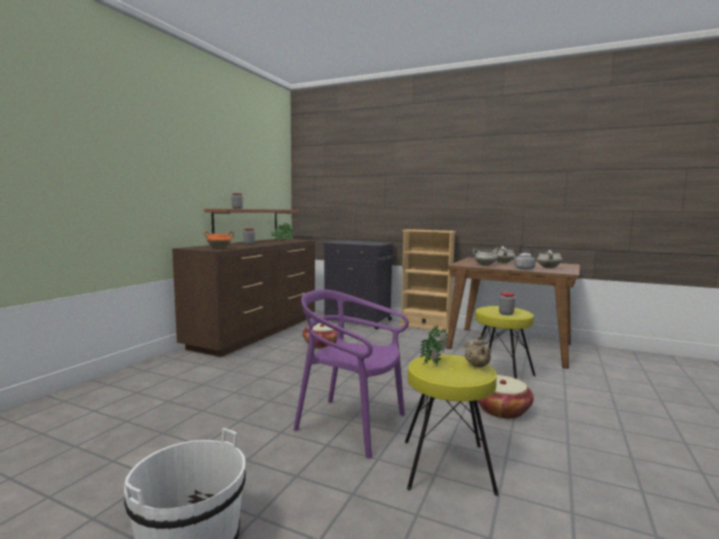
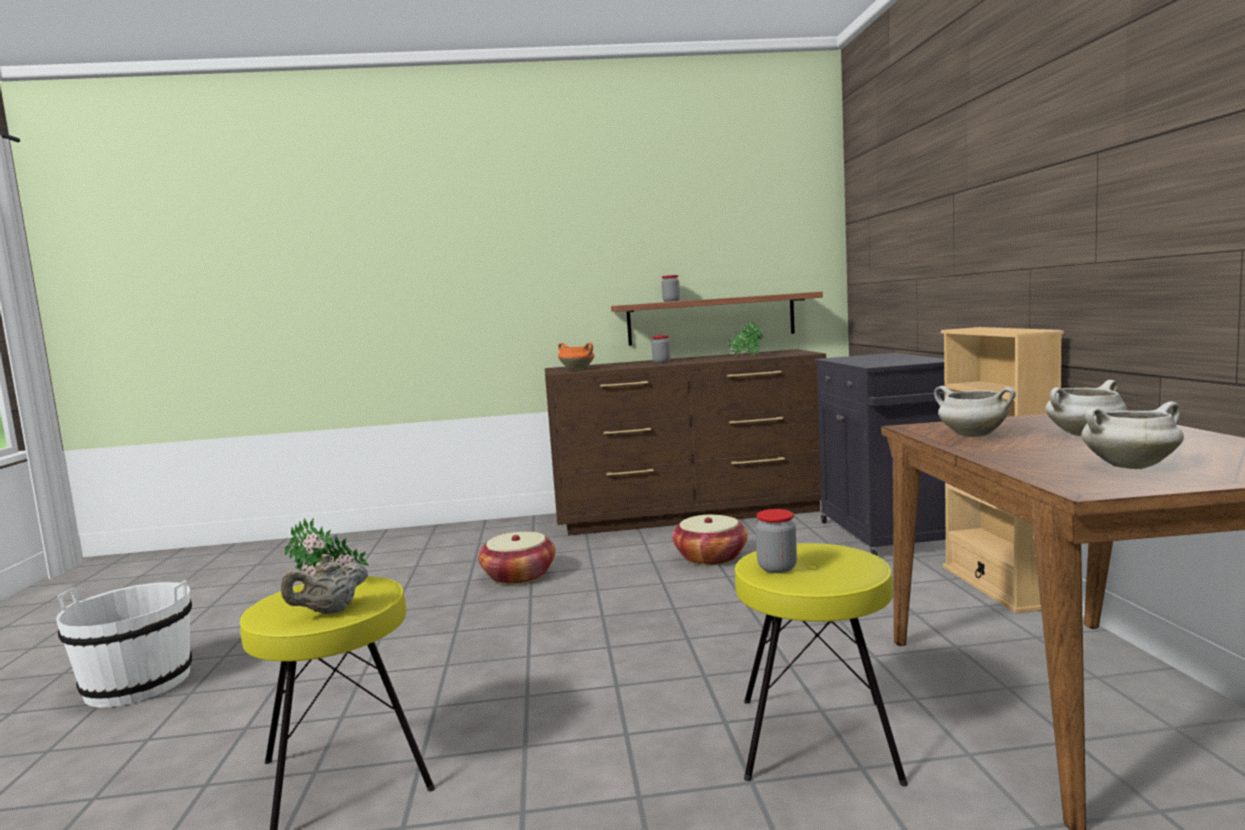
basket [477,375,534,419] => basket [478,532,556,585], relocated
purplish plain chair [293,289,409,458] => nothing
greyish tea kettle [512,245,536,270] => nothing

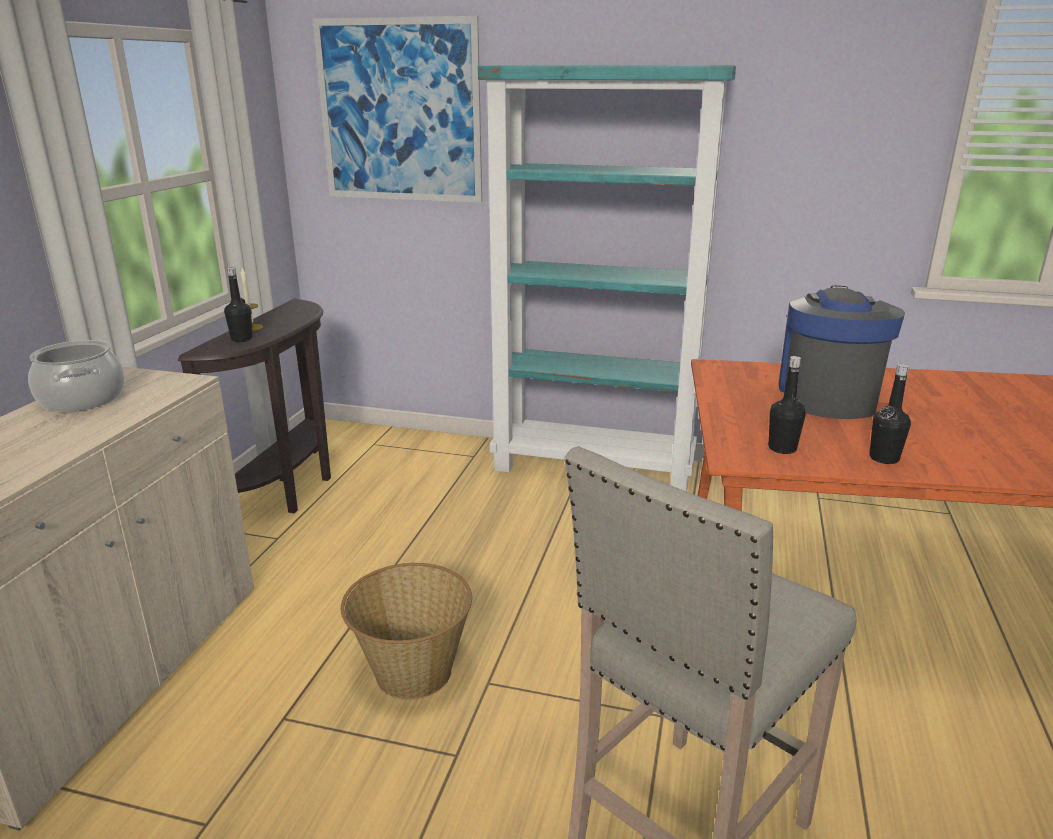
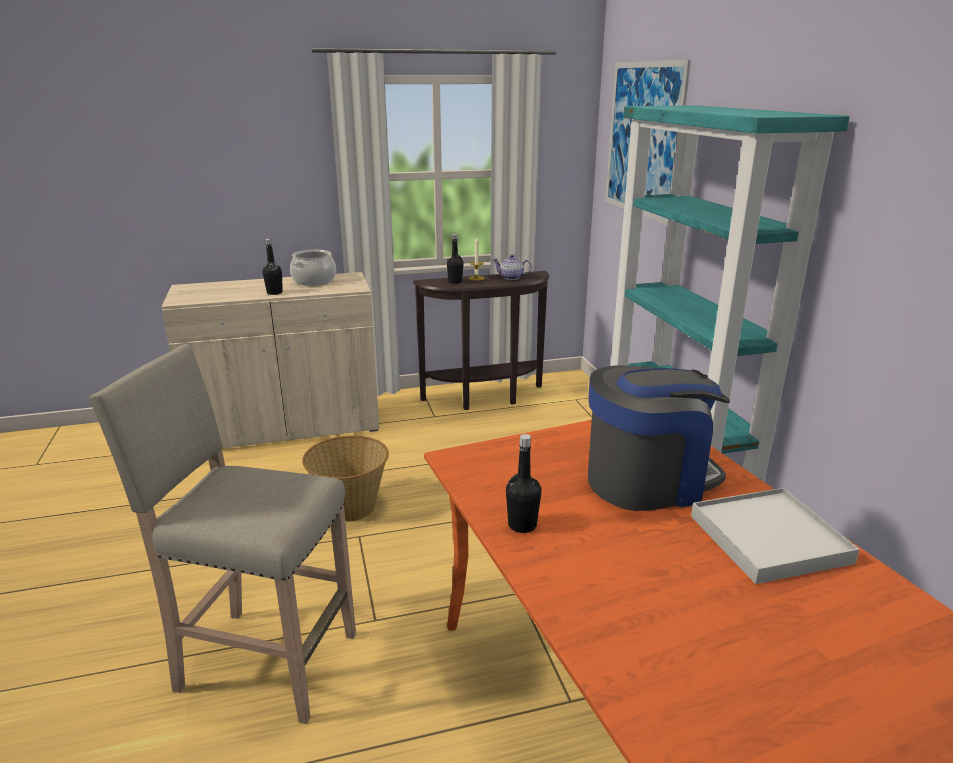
black bottle [768,356,805,454] => black bottle [262,239,283,295], relocated
nothing => pot for tea [492,254,532,280]
nothing => white tray [691,488,860,584]

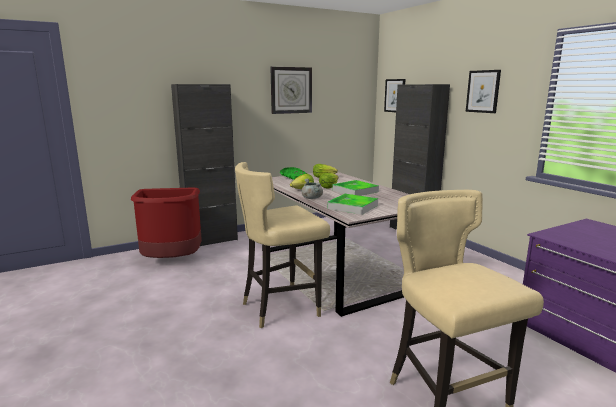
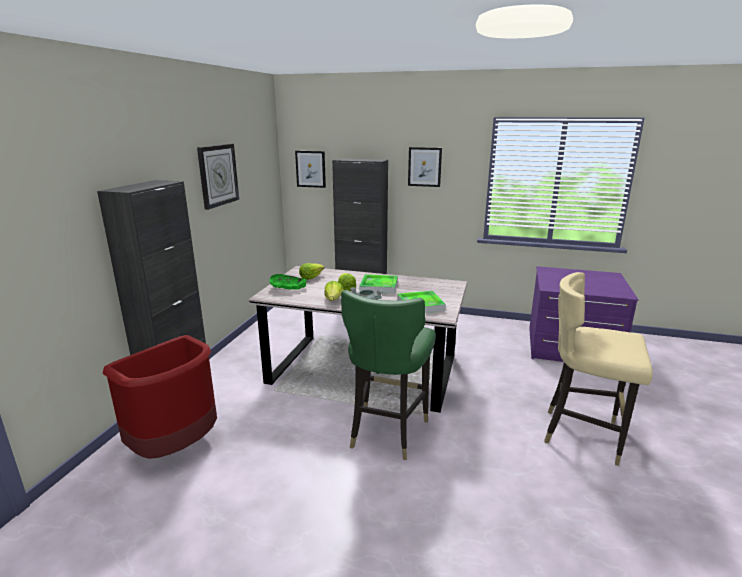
beige-coloured plain chair [235,162,330,329] => green plain chair [341,290,436,460]

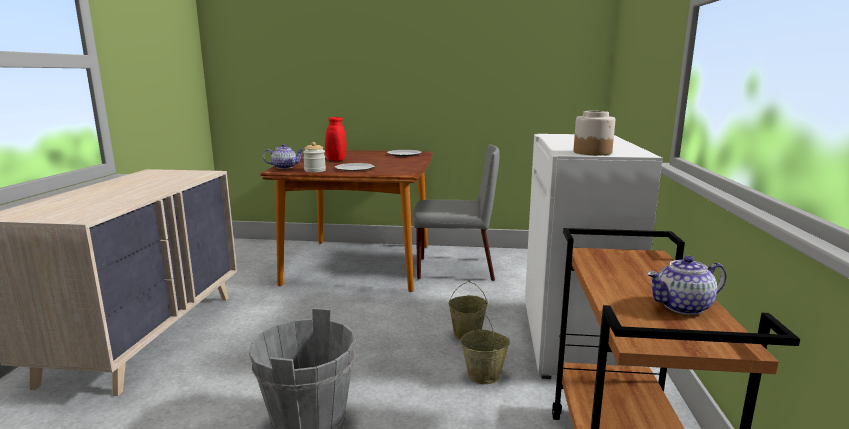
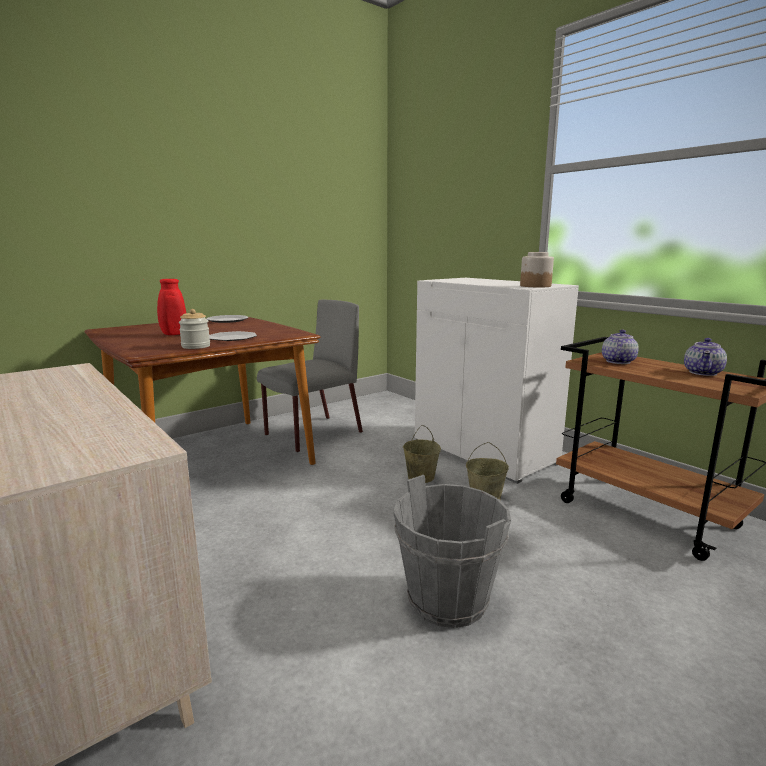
pot for tea [263,144,304,169] => pot for tea [602,330,639,364], relocated

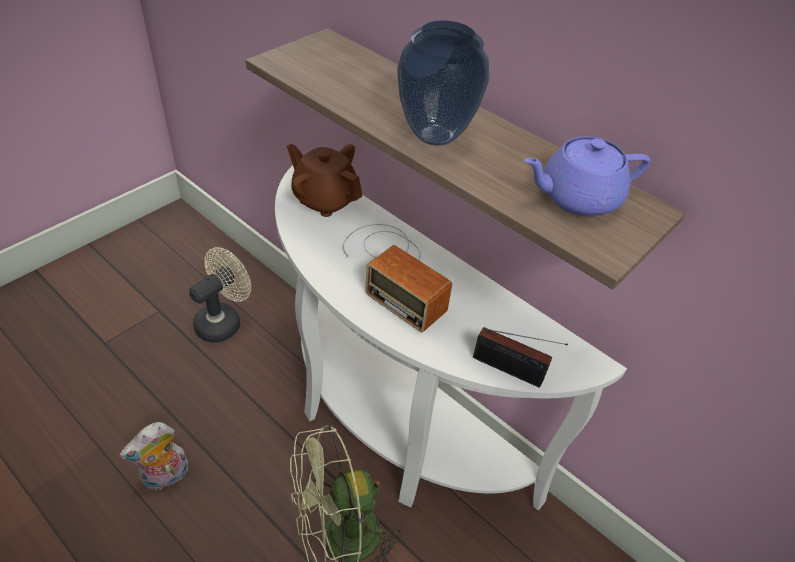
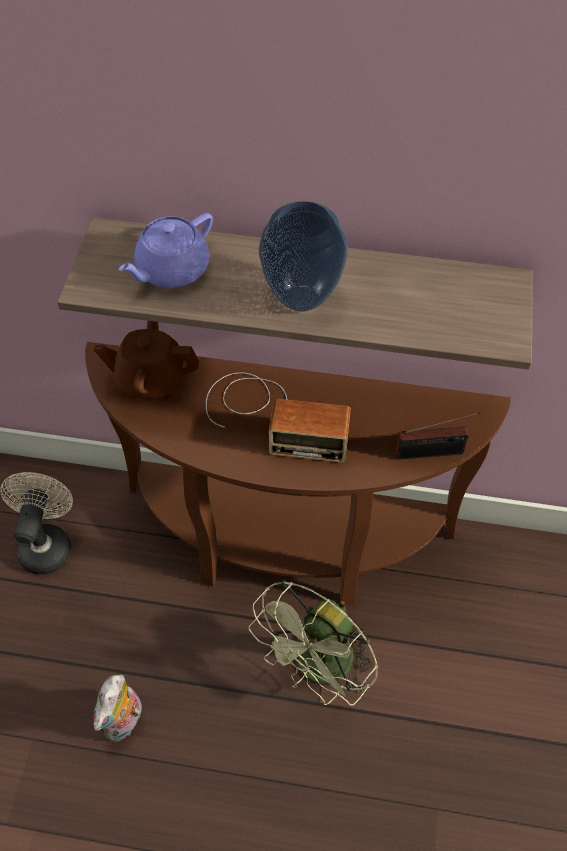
white console table [275,165,627,510] => brownish console table [85,342,511,605]
purplish pot for tea [524,136,651,216] => purplish pot for tea [119,213,213,288], relocated

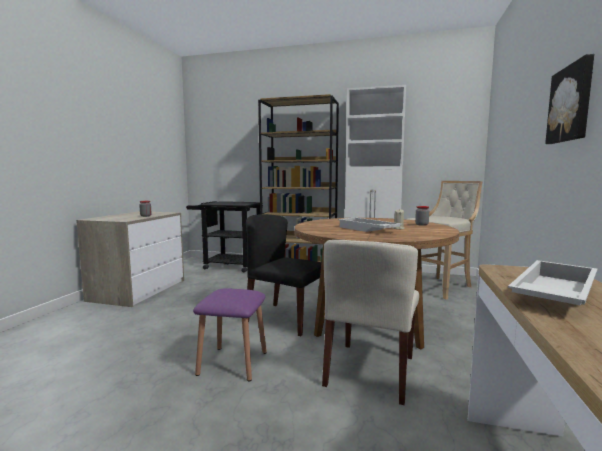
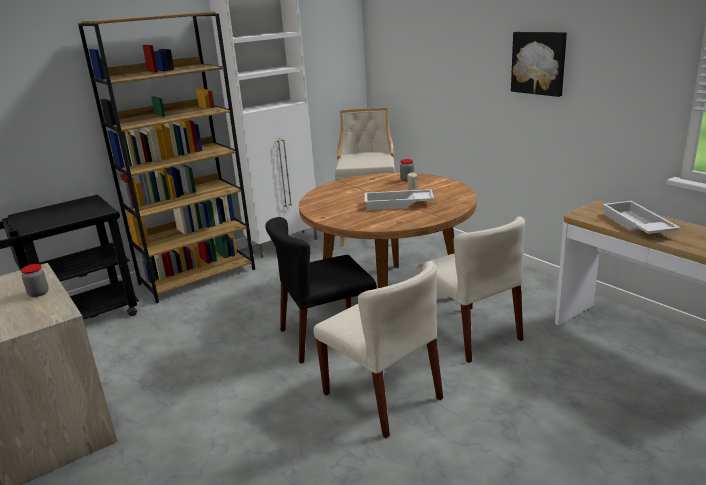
purplish stool seat [193,289,267,382] => beige-coloured plain chair [313,261,443,438]

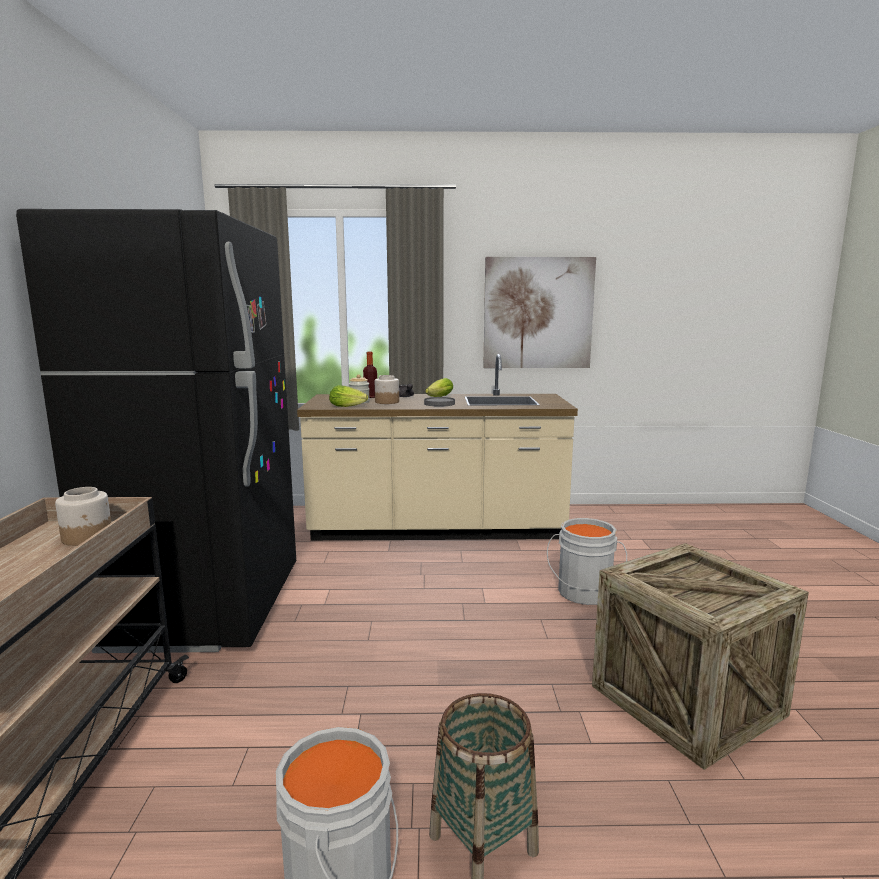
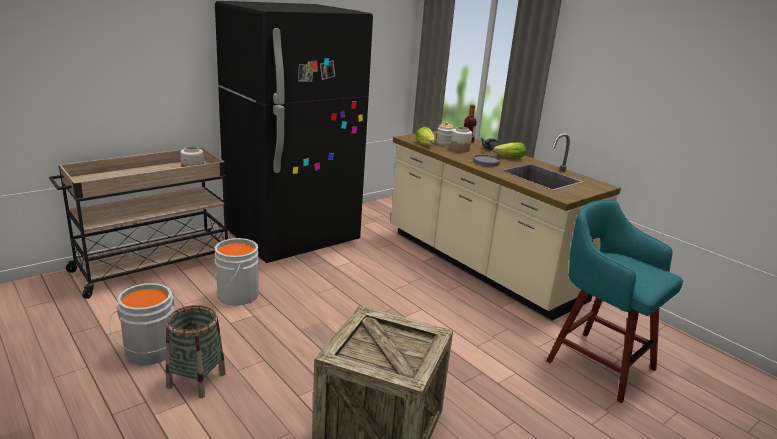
greyish bucket [547,518,627,605] => greyish bucket [214,238,259,306], relocated
nothing => turquoise-coloured stool seat [546,200,683,403]
wall picture [483,257,596,368] => nothing

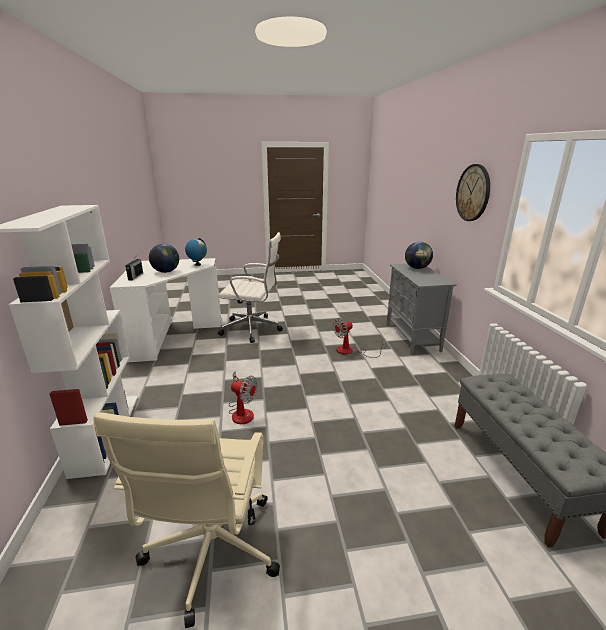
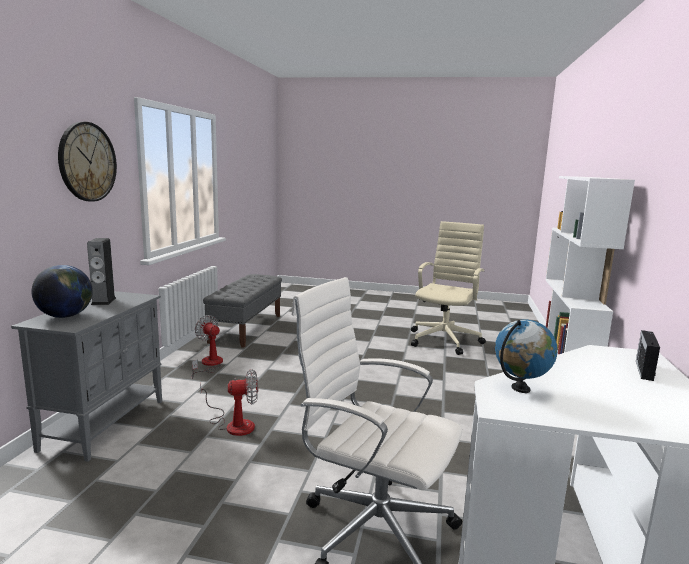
nothing => loudspeaker [87,238,116,305]
electric fan [229,371,257,424] => electric fan [191,315,223,379], relocated
globe [149,244,179,273] => nothing

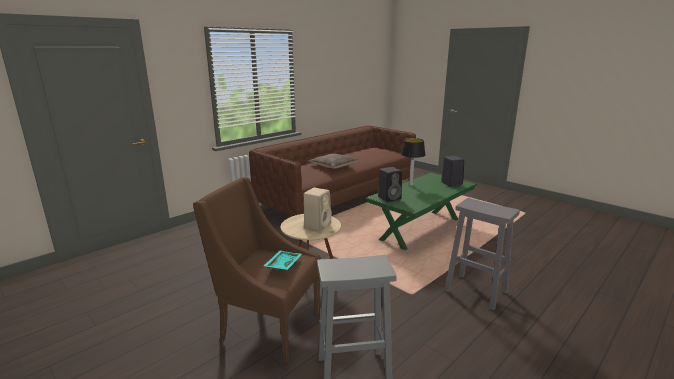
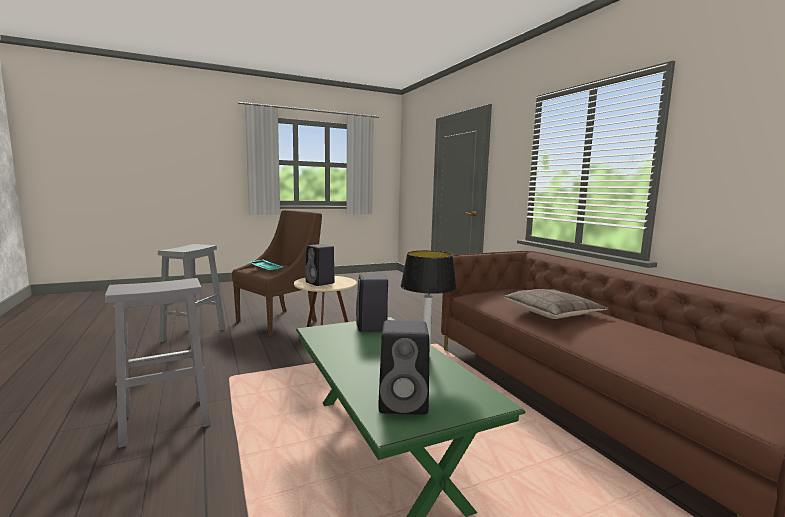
beige-coloured loudspeaker [304,188,332,231] => black loudspeaker [305,244,335,286]

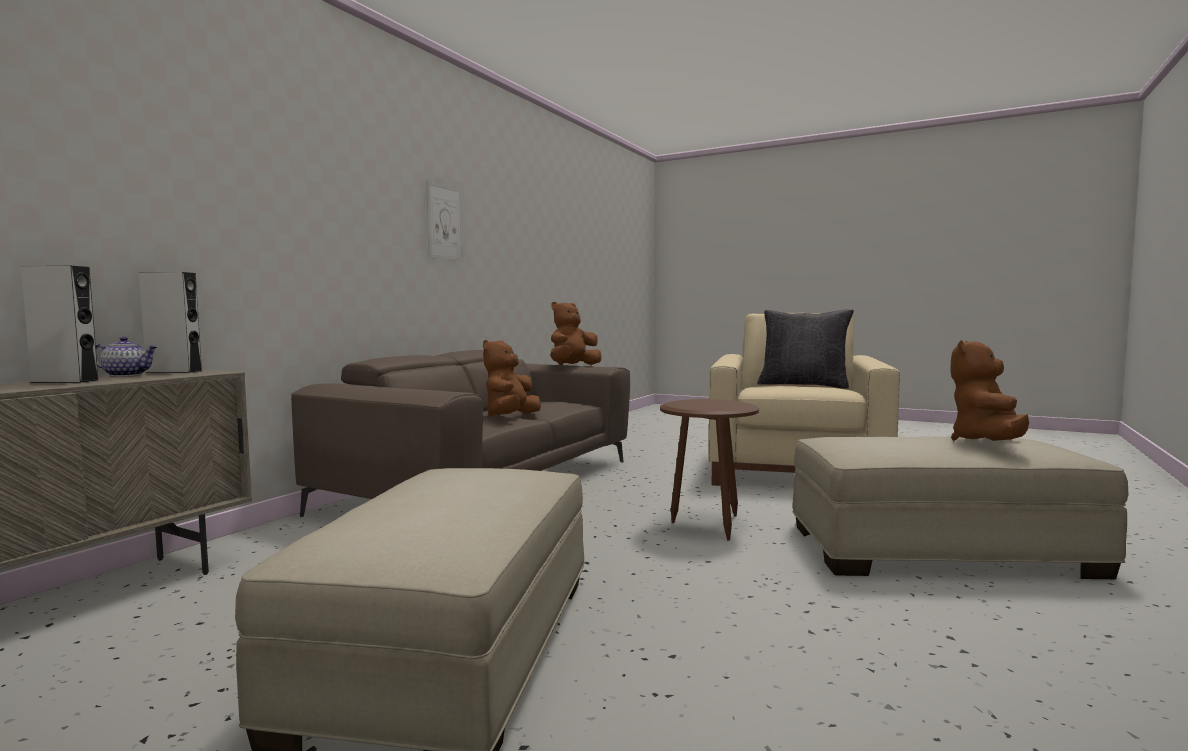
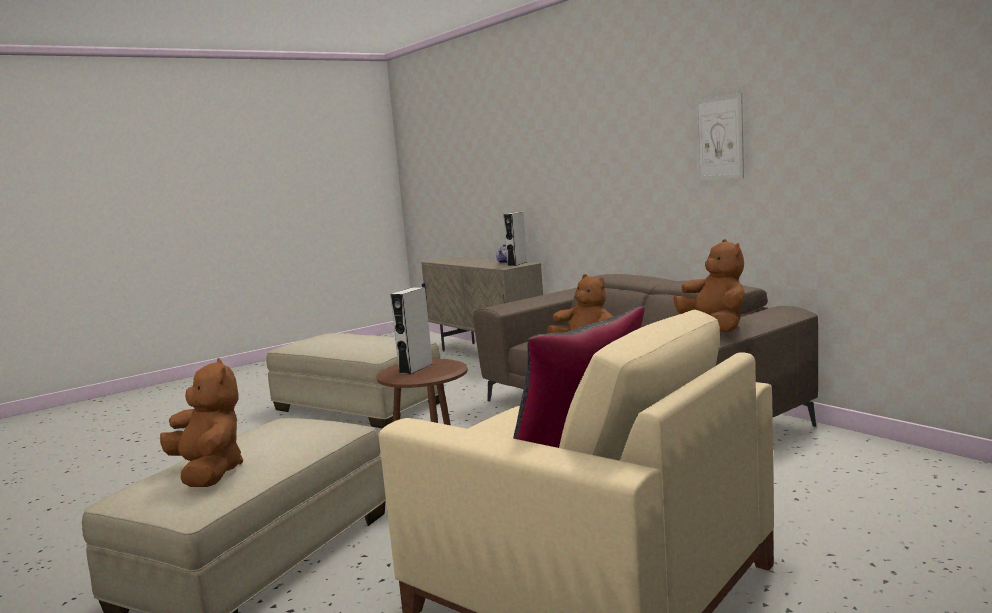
greyish loudspeaker [21,266,98,383] => greyish loudspeaker [390,287,433,374], relocated

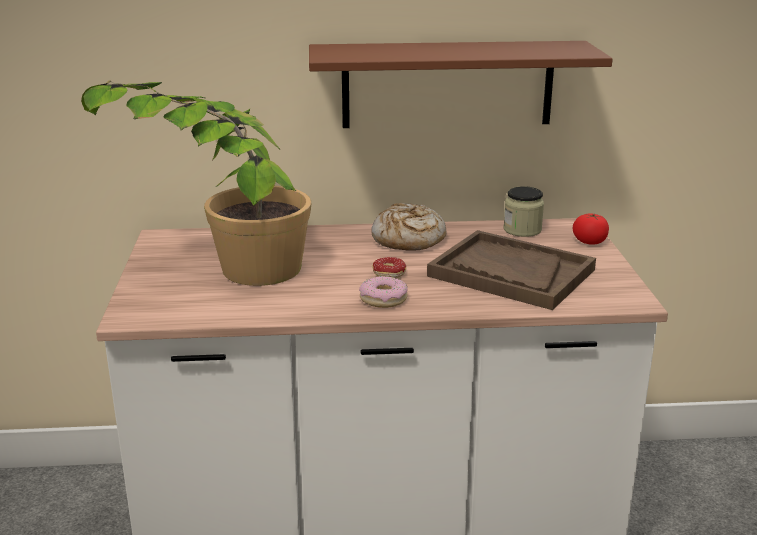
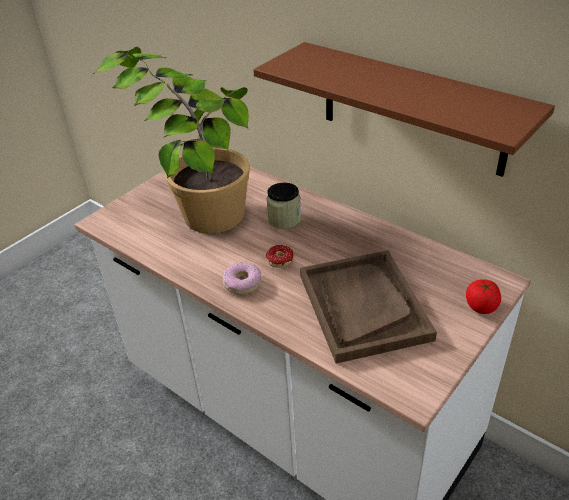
jar [504,186,544,237] => jar [267,183,301,229], relocated
baked bread [371,203,447,251] => nothing

